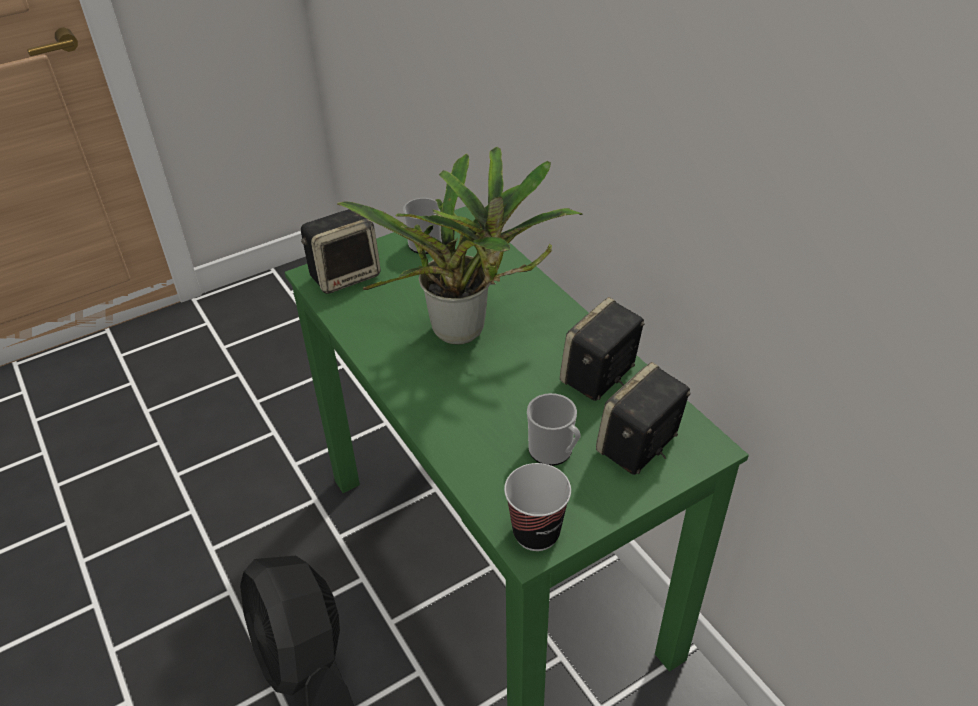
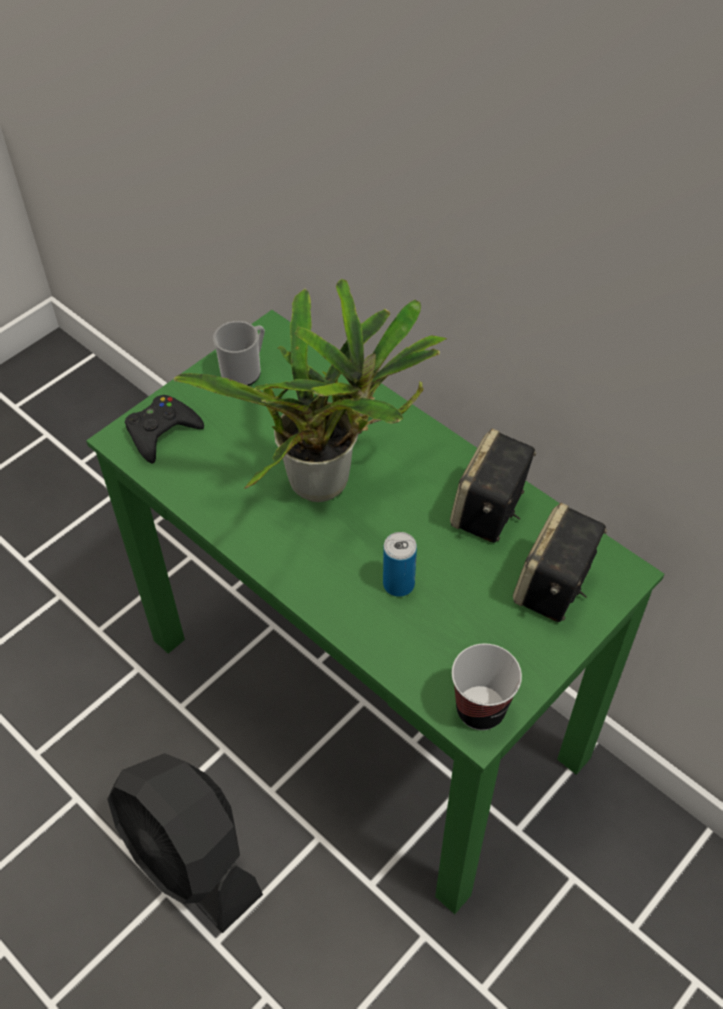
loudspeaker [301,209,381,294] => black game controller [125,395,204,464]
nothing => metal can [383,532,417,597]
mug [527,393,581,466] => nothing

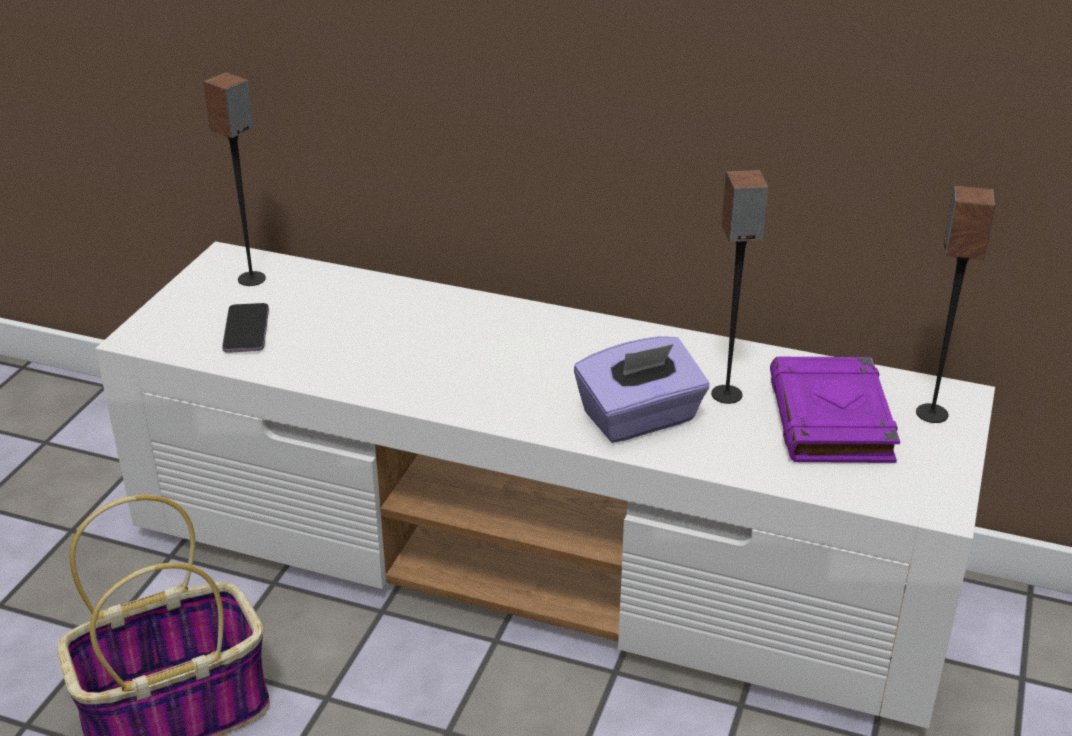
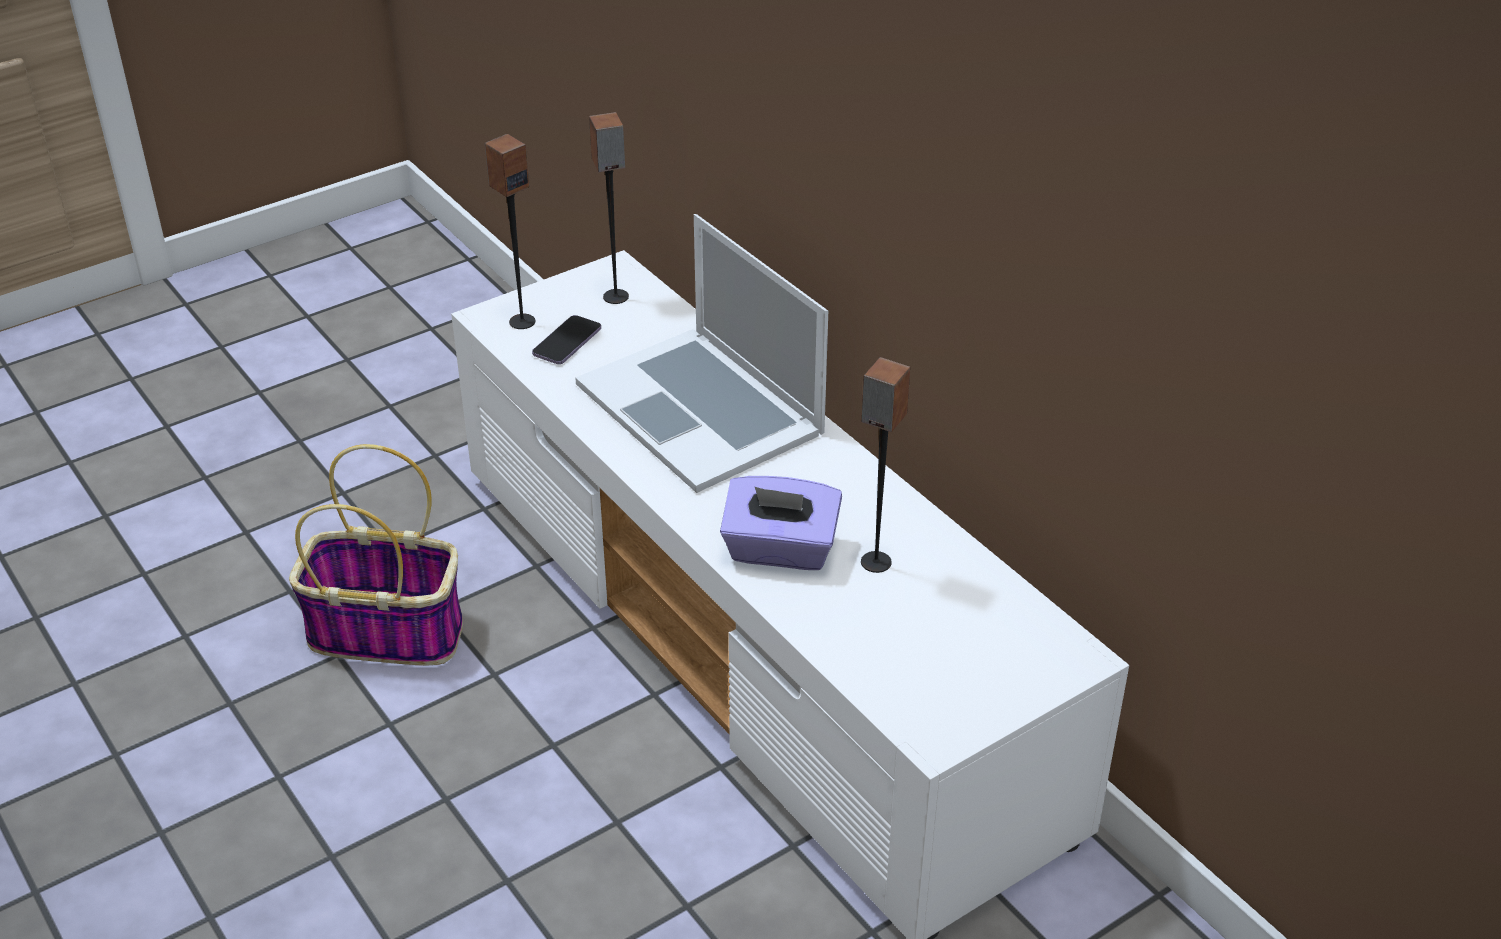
loudspeaker [916,186,995,423] => loudspeaker [485,134,535,329], relocated
nothing => notebook computer [576,214,828,493]
purplish bound book [770,357,900,463] => nothing

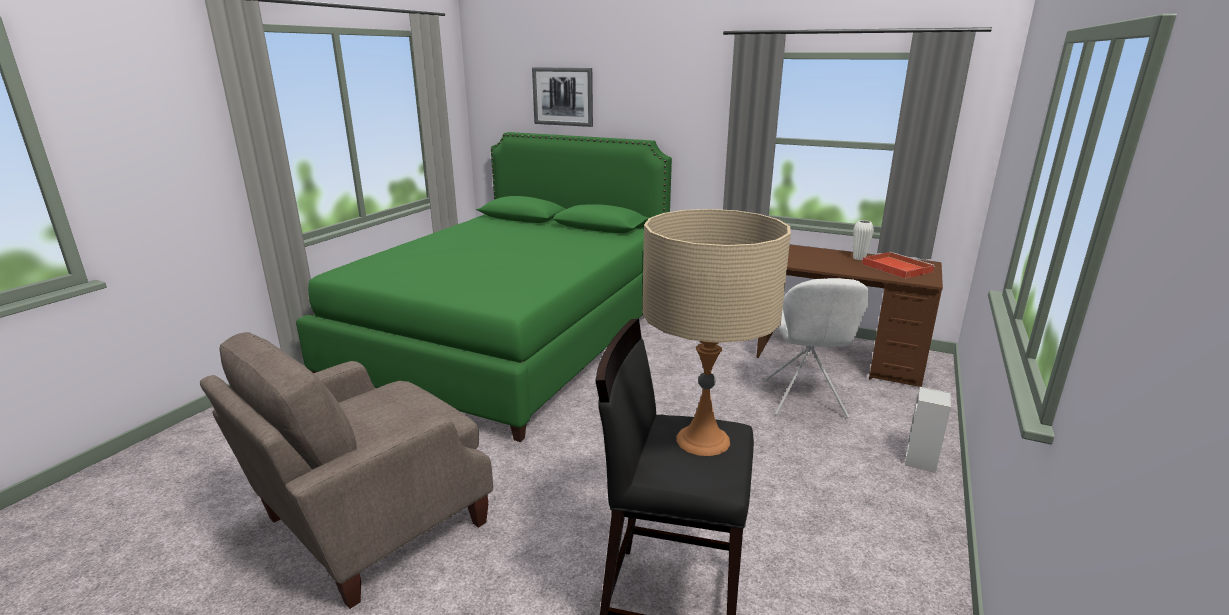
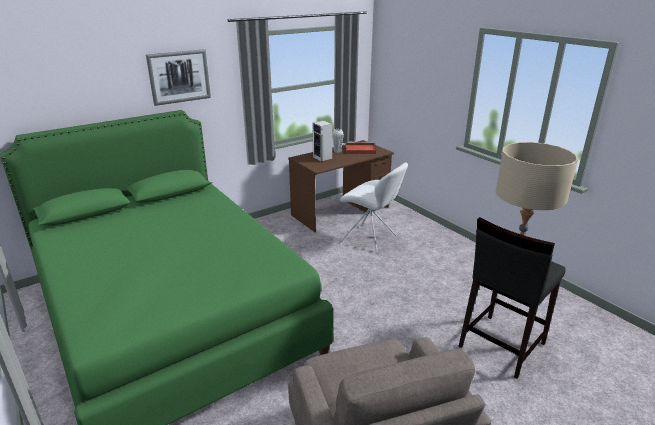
wall picture [532,67,593,127] => wall picture [146,49,211,106], relocated
loudspeaker [905,387,951,473] => loudspeaker [312,121,332,161], relocated

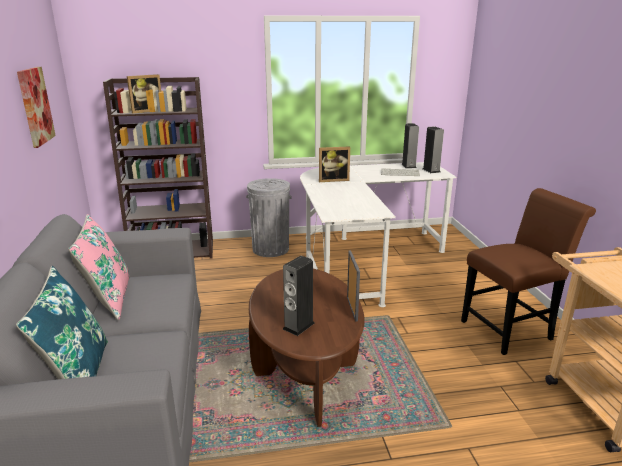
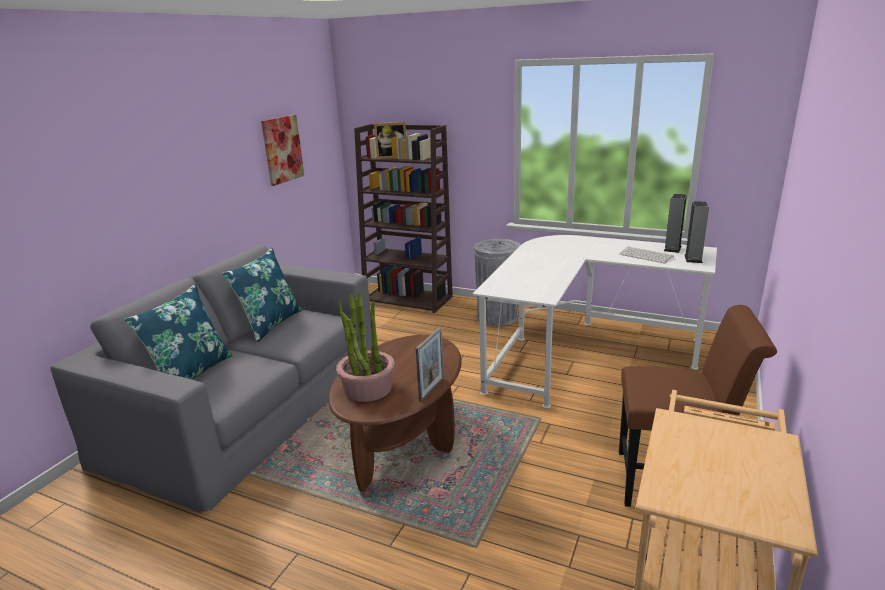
pink-coloured throw pillow [68,214,130,320] => bluish throw pillow [222,248,302,342]
loudspeaker [283,256,315,336] => plant in a pot [336,292,395,402]
picture frame [319,146,350,182] => nothing

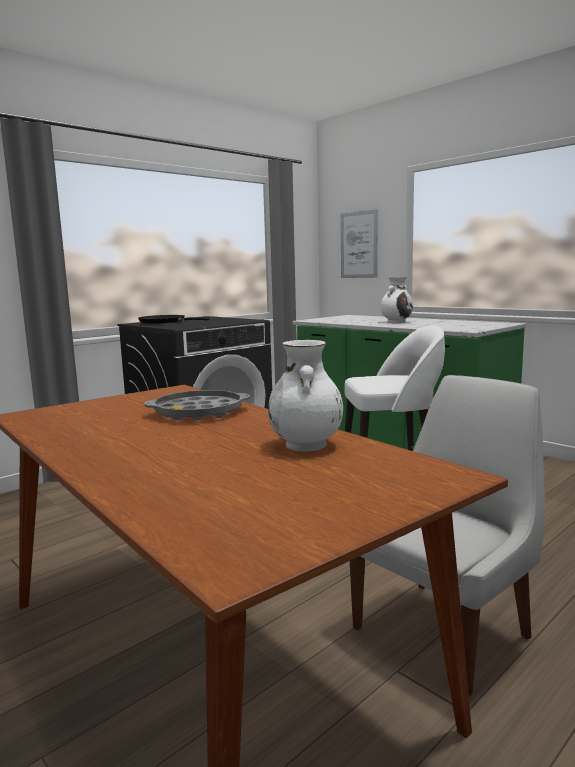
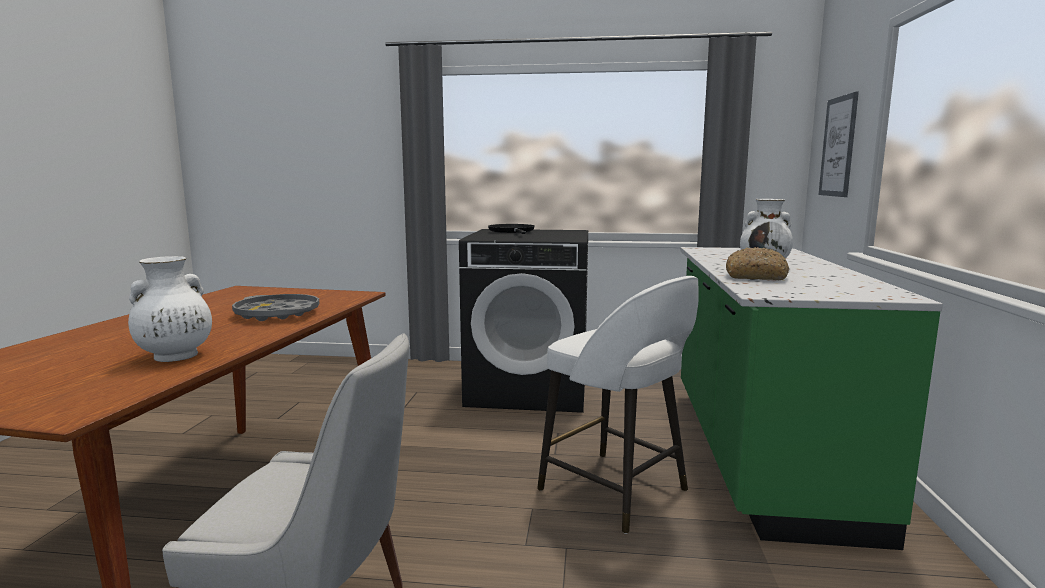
nothing => baked bread [726,247,789,280]

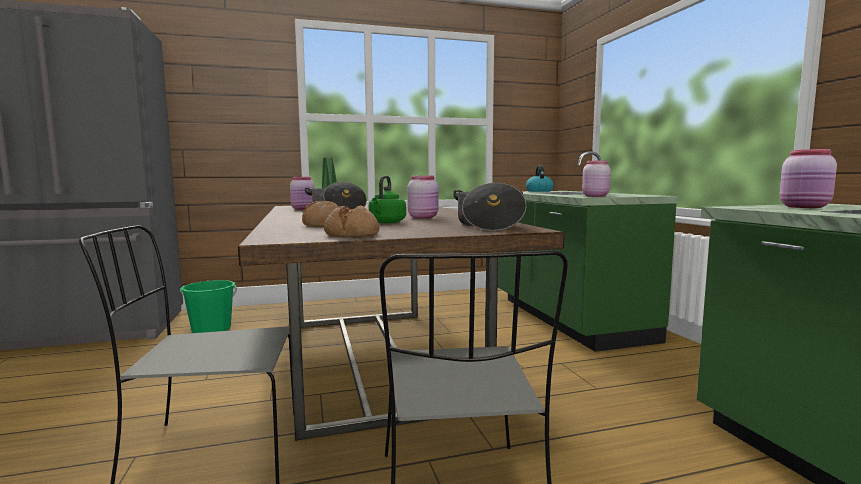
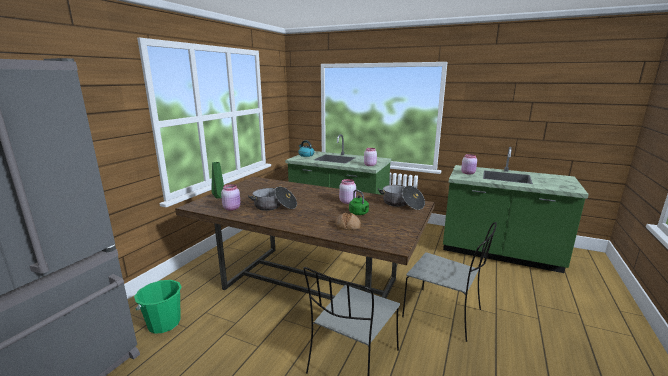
baked bread [324,205,379,237] => nothing

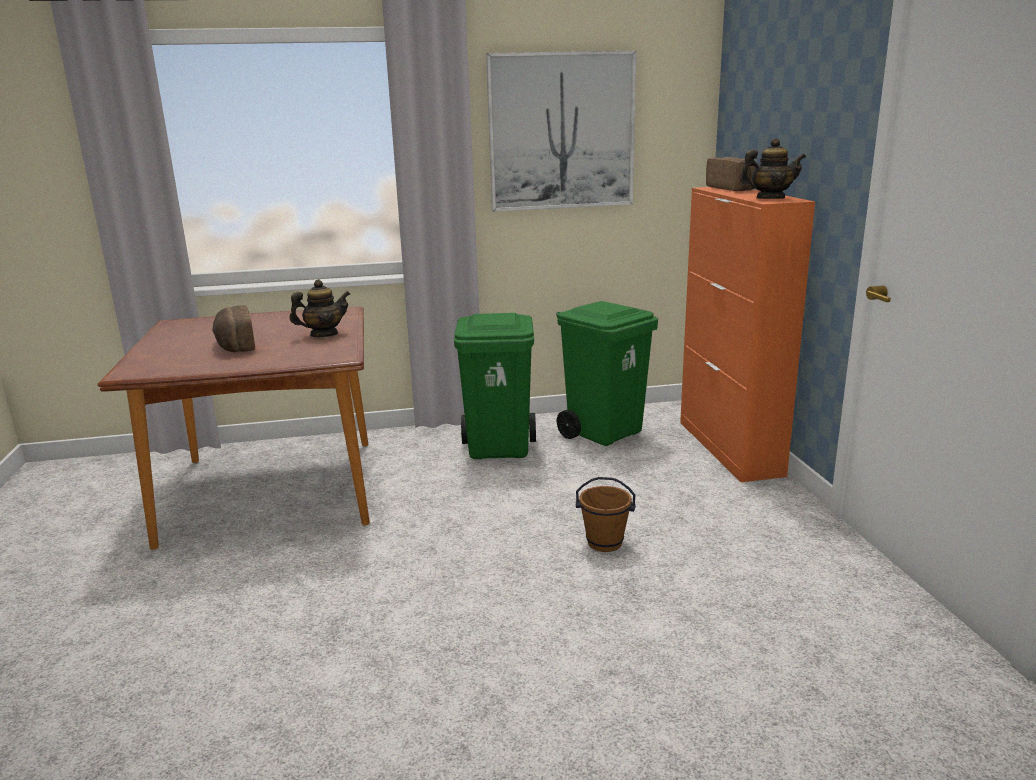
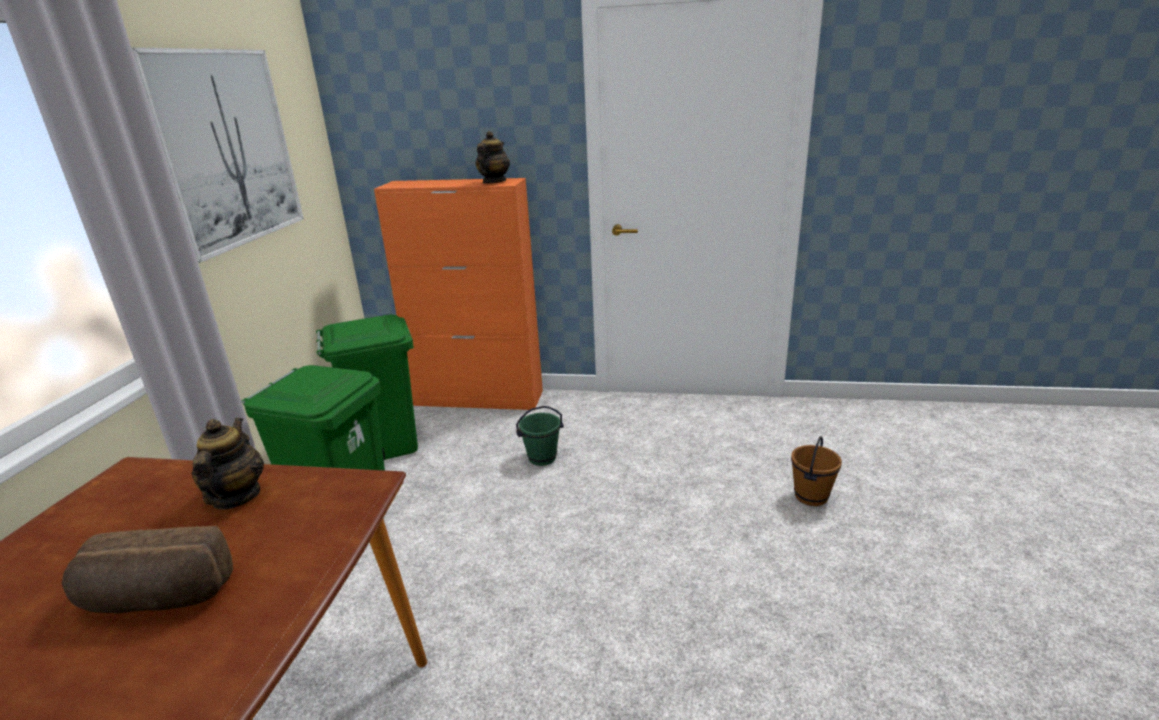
nothing => green bucket [516,406,564,466]
brownish bucket [576,477,636,552] => brownish bucket [791,436,842,506], relocated
baked bread [706,157,759,191] => nothing

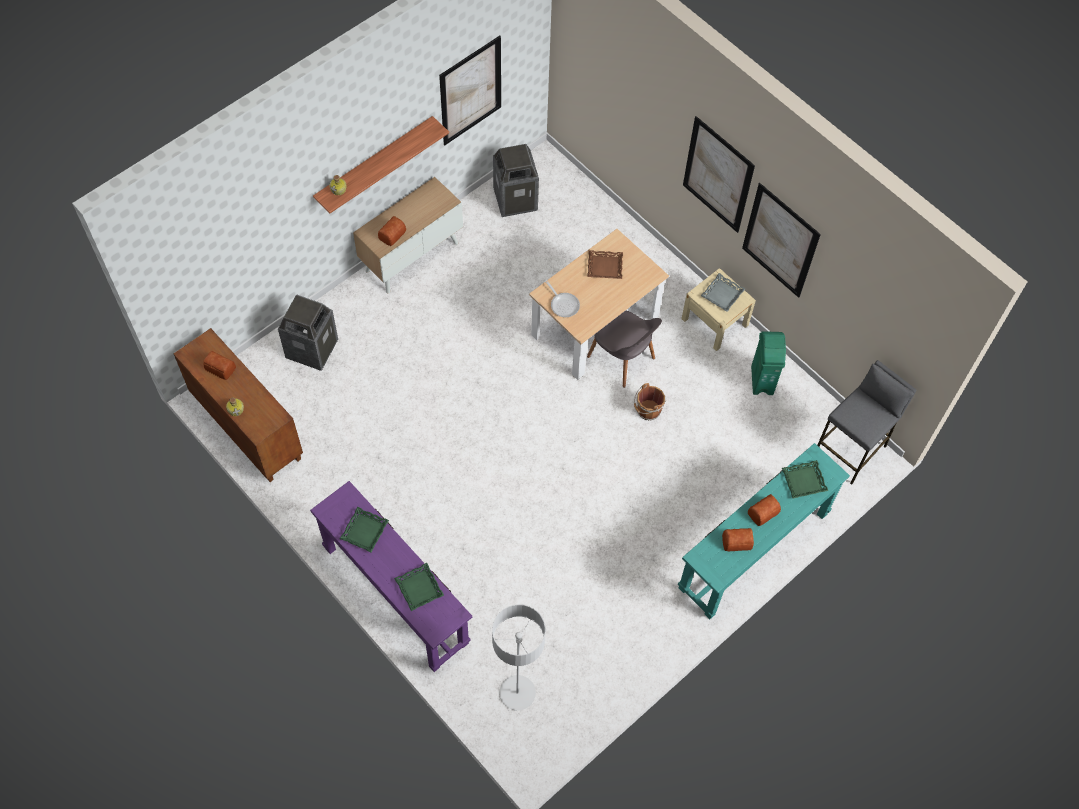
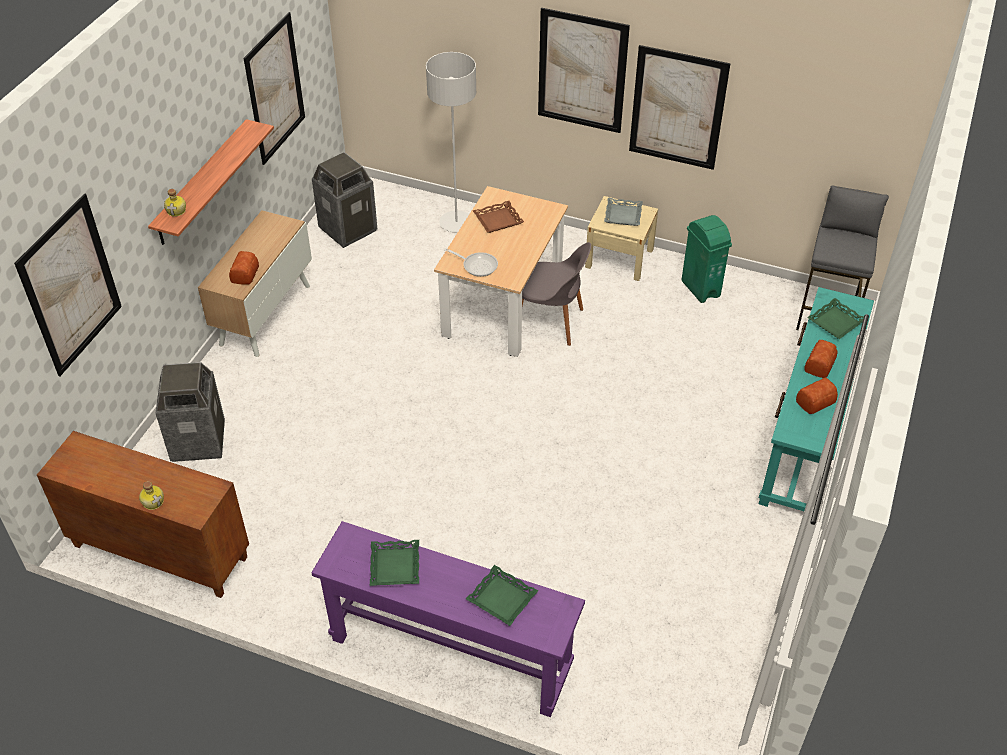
nothing => wall picture [14,193,122,377]
greyish standing lamp [492,604,546,710] => greyish standing lamp [426,52,476,232], relocated
baked bread [203,351,236,380] => nothing
brownish bucket [634,383,666,421] => nothing

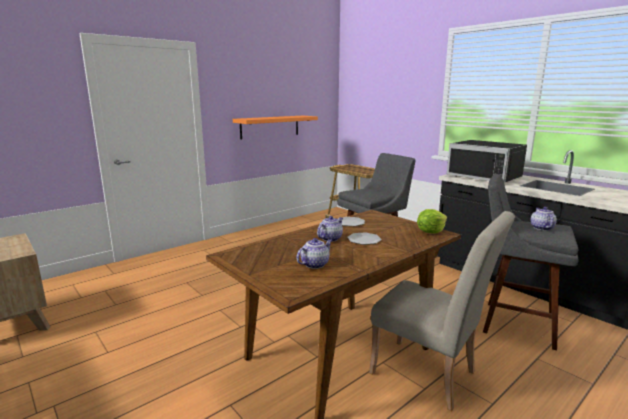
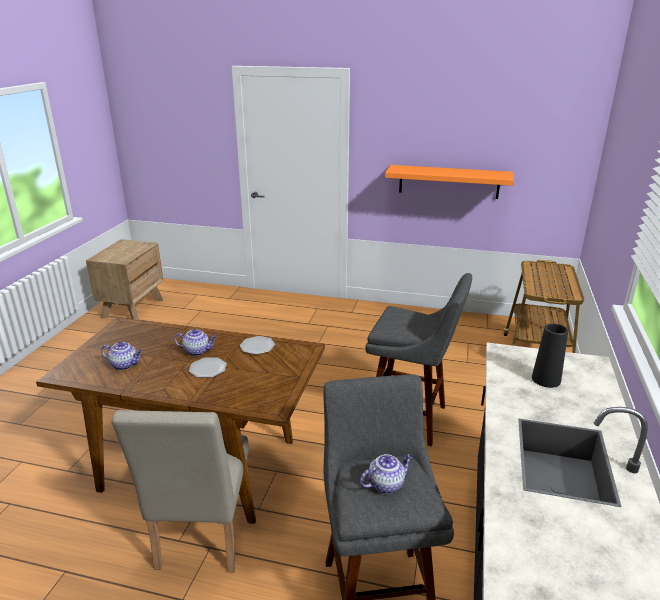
black microwave [447,140,527,183] => black vase [532,323,568,388]
head of lettuce [417,209,447,233] => nothing

